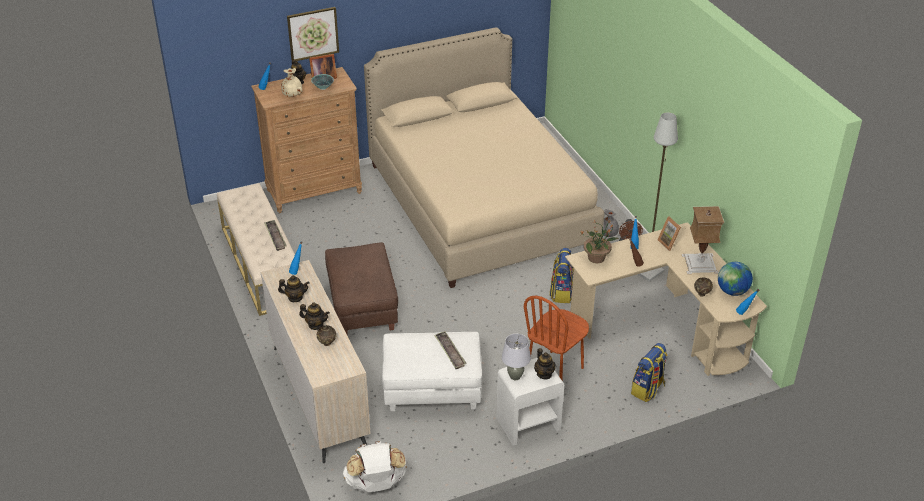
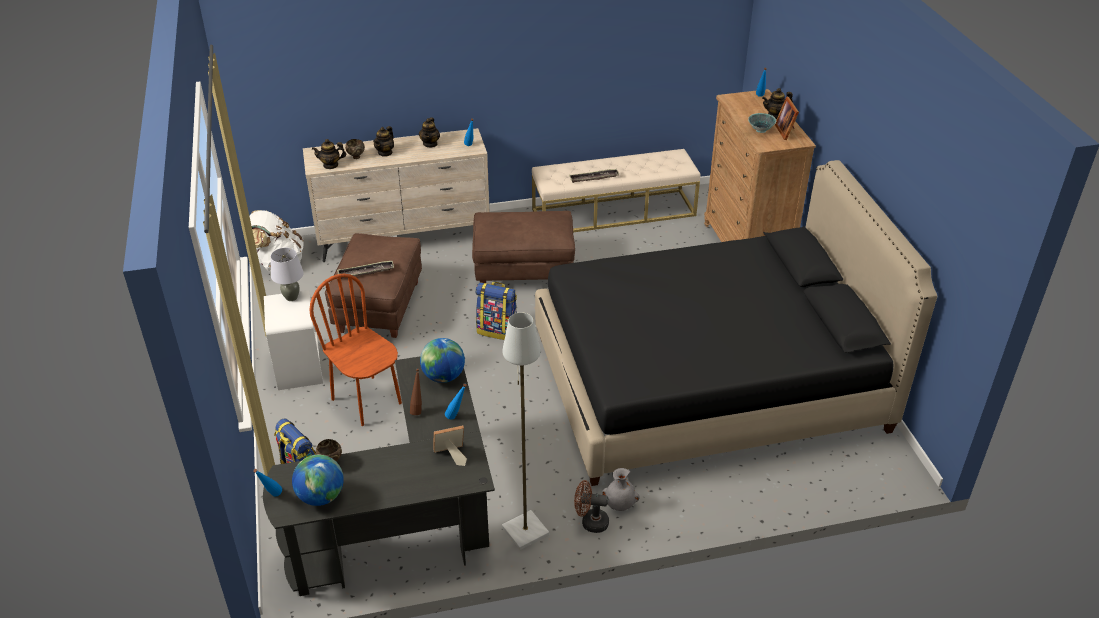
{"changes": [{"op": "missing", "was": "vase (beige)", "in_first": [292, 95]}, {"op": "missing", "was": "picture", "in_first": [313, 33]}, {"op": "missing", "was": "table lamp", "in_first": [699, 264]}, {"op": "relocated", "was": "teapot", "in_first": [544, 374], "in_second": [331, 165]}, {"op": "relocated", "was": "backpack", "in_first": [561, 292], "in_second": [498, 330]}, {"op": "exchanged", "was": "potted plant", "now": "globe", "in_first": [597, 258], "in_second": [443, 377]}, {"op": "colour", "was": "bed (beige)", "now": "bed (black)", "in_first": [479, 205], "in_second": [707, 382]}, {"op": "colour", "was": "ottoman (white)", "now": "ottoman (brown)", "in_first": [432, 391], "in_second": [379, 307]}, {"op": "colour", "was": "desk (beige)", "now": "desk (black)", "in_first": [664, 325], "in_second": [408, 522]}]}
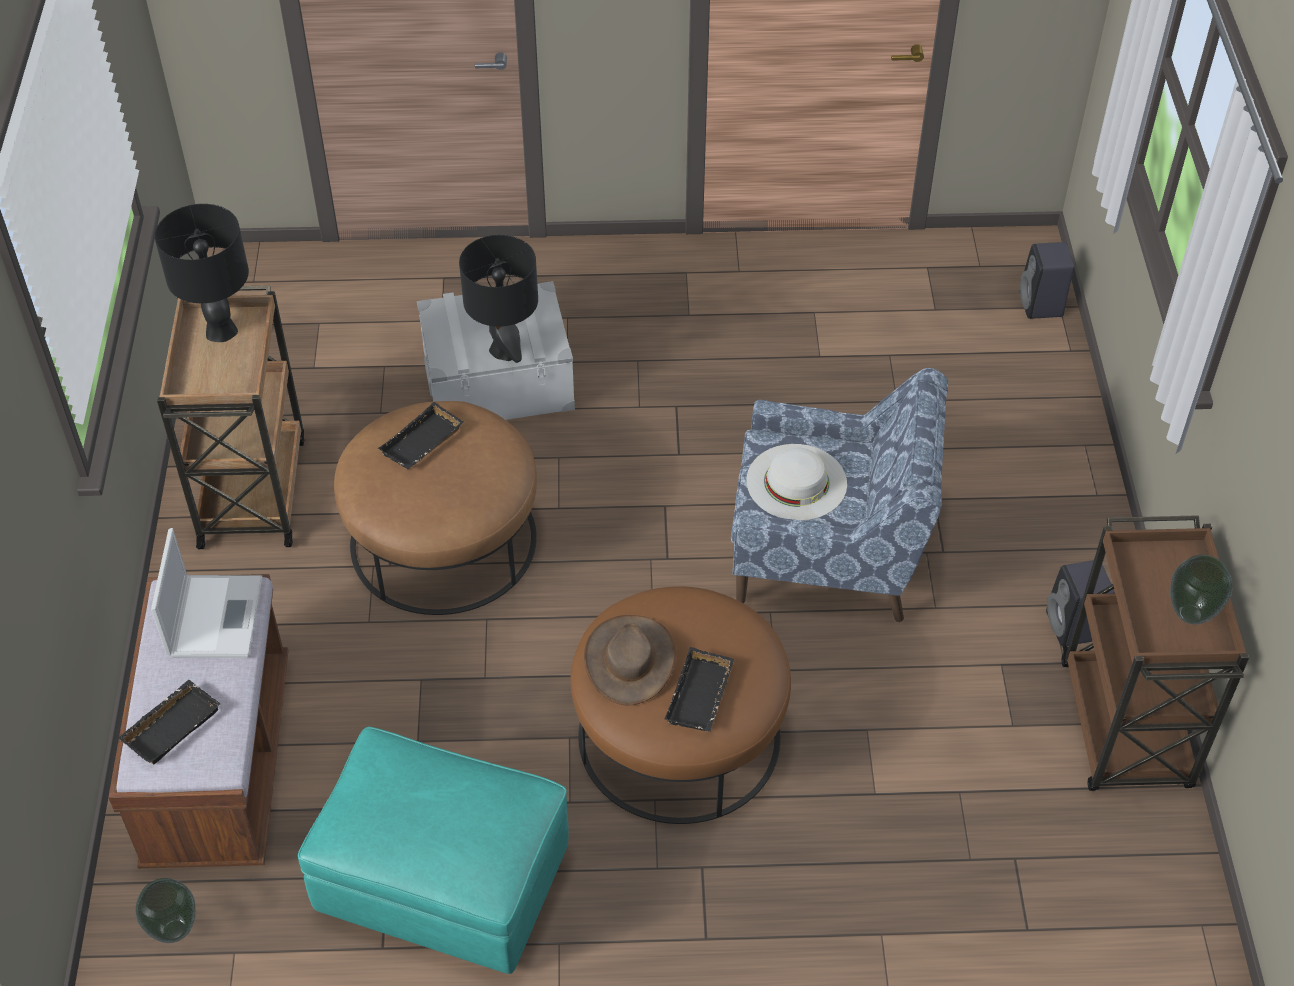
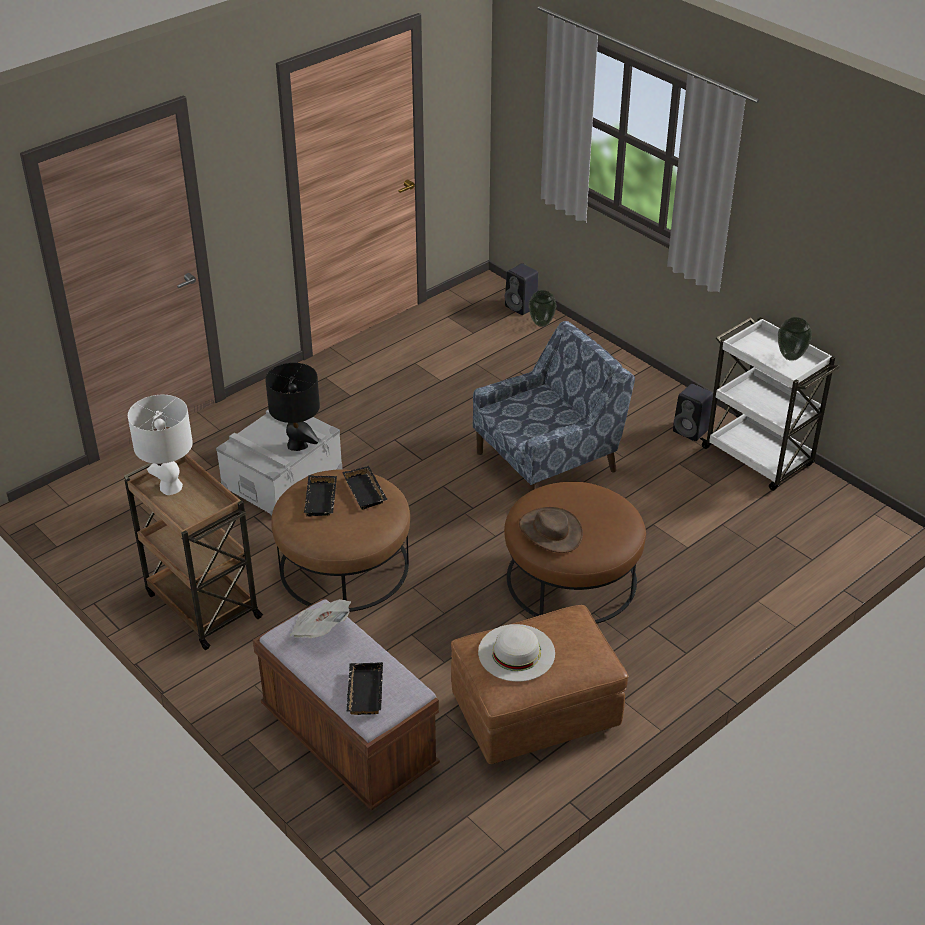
{"changes": [{"op": "relocated", "was": "vase", "in_first": [173, 929], "in_second": [541, 323]}, {"op": "relocated", "was": "tray (black)", "in_first": [701, 697], "in_second": [366, 491]}, {"op": "relocated", "was": "hat (white)", "in_first": [796, 482], "in_second": [516, 652]}, {"op": "exchanged", "was": "laptop", "now": "newspaper", "in_first": [215, 615], "in_second": [321, 630]}, {"op": "colour", "was": "table lamp (black)", "now": "table lamp (white)", "in_first": [221, 330], "in_second": [170, 487]}, {"op": "colour", "was": "ottoman (turquoise)", "now": "ottoman (brown)", "in_first": [443, 883], "in_second": [535, 713]}, {"op": "colour", "was": "cart (brown)", "now": "cart (white)", "in_first": [1125, 728], "in_second": [759, 458]}]}
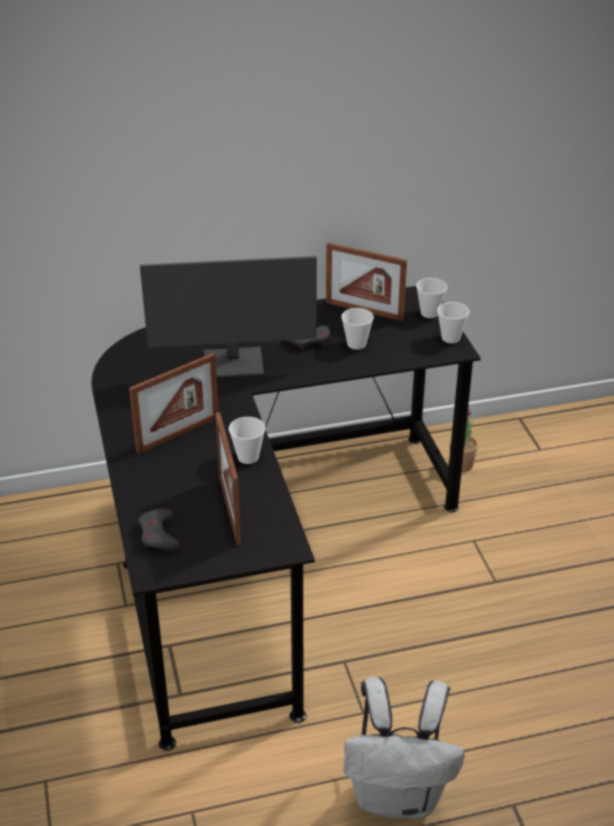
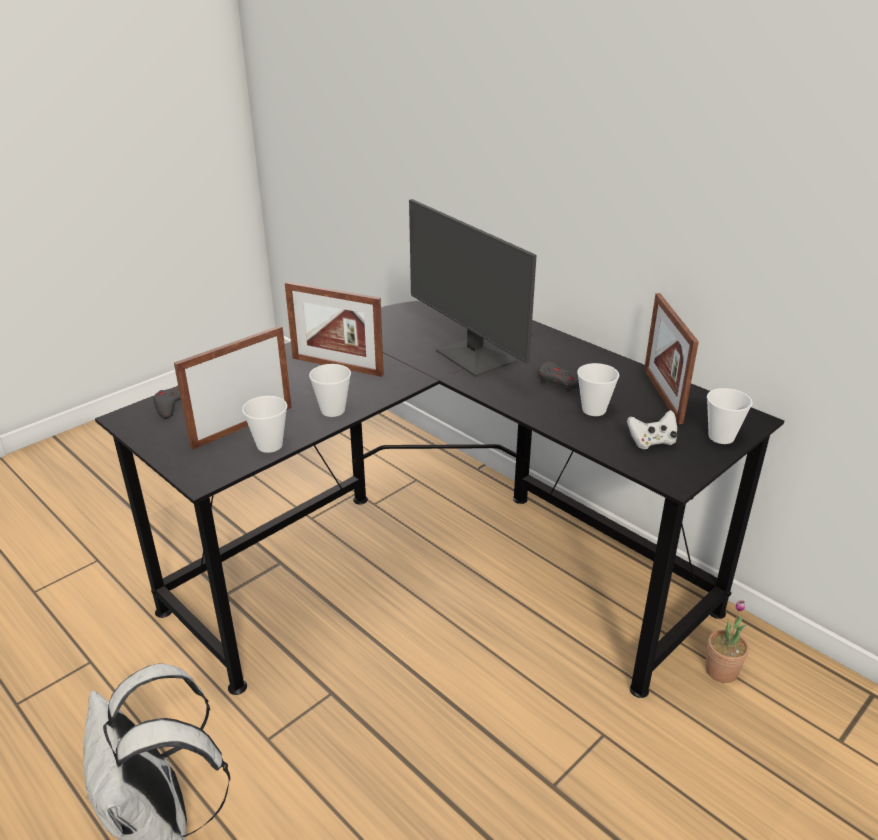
{"changes": [{"op": "appeared", "now": "game controller (white)", "in_second": [651, 442]}, {"op": "relocated", "was": "cup", "in_first": [450, 338], "in_second": [269, 445]}]}
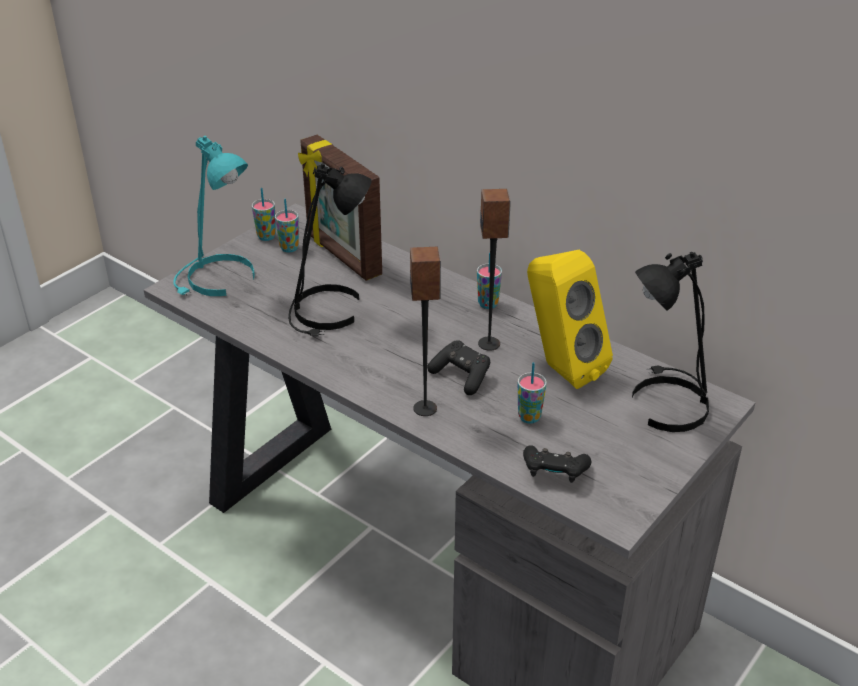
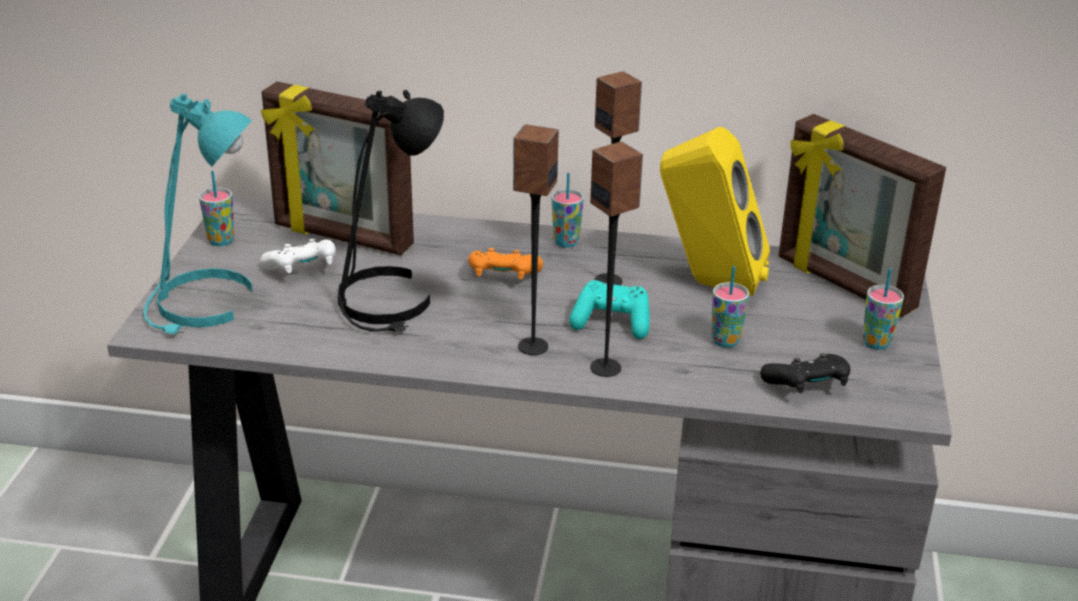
{"changes": [{"op": "appeared", "now": "game controller (white)", "in_second": [303, 270]}, {"op": "appeared", "now": "game controller (orange)", "in_second": [503, 278]}, {"op": "appeared", "now": "speaker", "in_second": [532, 346]}, {"op": "relocated", "was": "cup", "in_first": [289, 248], "in_second": [876, 343]}, {"op": "exchanged", "was": "table lamp (black)", "now": "picture frame", "in_first": [666, 402], "in_second": [844, 284]}, {"op": "colour", "was": "game controller (black)", "now": "game controller (turquoise)", "in_first": [461, 376], "in_second": [611, 322]}]}
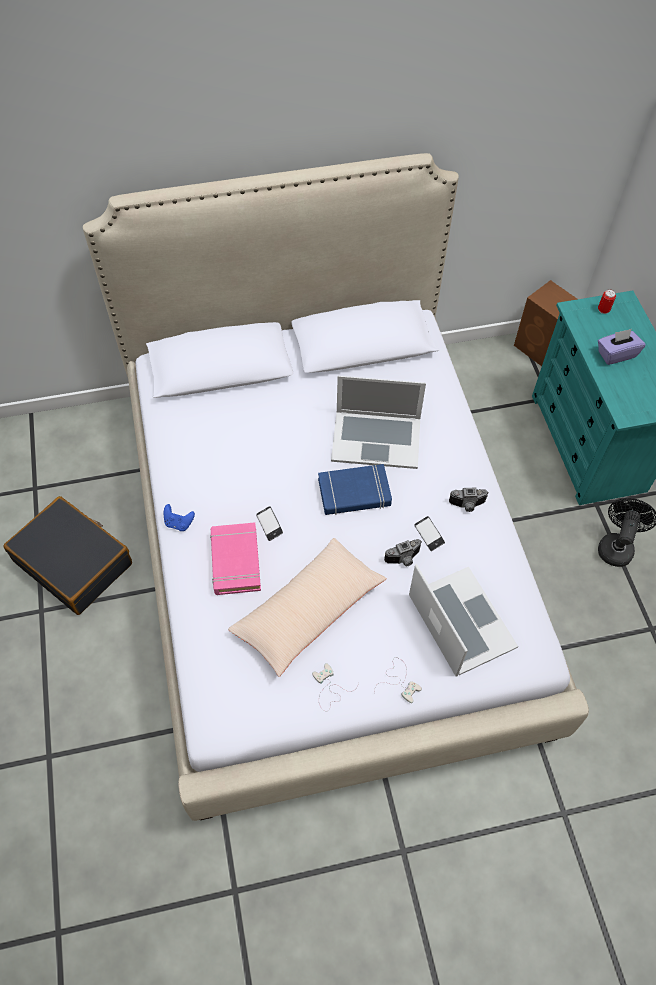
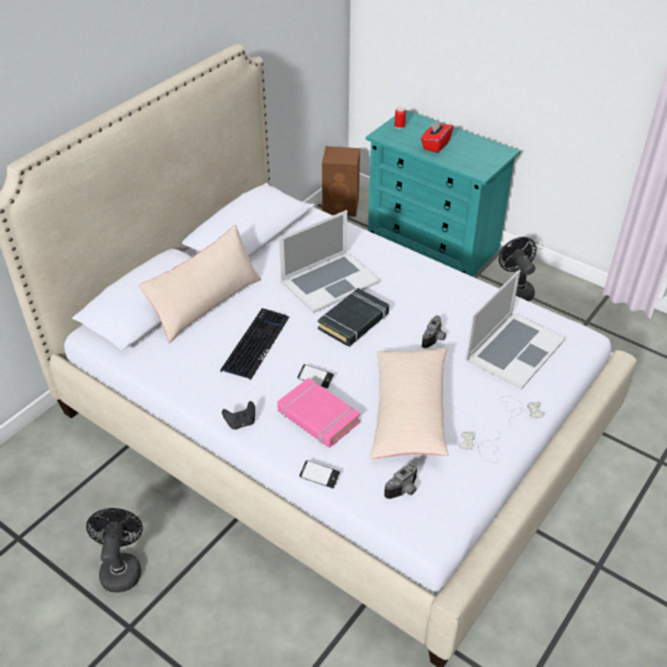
{"changes": [{"op": "appeared", "now": "pillow (beige)", "in_second": [206, 303]}, {"op": "appeared", "now": "keyboard", "in_second": [255, 344]}, {"op": "relocated", "was": "phone", "in_first": [429, 535], "in_second": [319, 476]}, {"op": "relocated", "was": "photo camera", "in_first": [467, 506], "in_second": [405, 490]}, {"op": "exchanged", "was": "suitcase (black)", "now": "fan (black)", "in_first": [74, 562], "in_second": [121, 568]}, {"op": "colour", "was": "game controller (blue)", "now": "game controller (black)", "in_first": [179, 523], "in_second": [241, 423]}, {"op": "colour", "was": "book (blue)", "now": "book (black)", "in_first": [354, 493], "in_second": [354, 321]}, {"op": "colour", "was": "tissue box (purple)", "now": "tissue box (red)", "in_first": [616, 354], "in_second": [435, 145]}, {"op": "spun", "was": "laptop", "in_first": [460, 621], "in_second": [514, 349], "clockwise": 105}]}
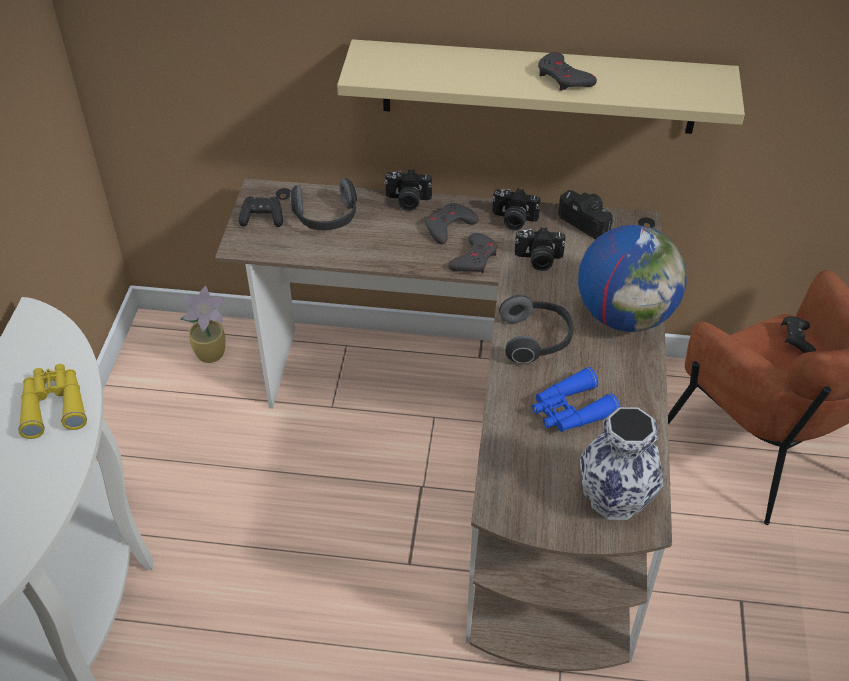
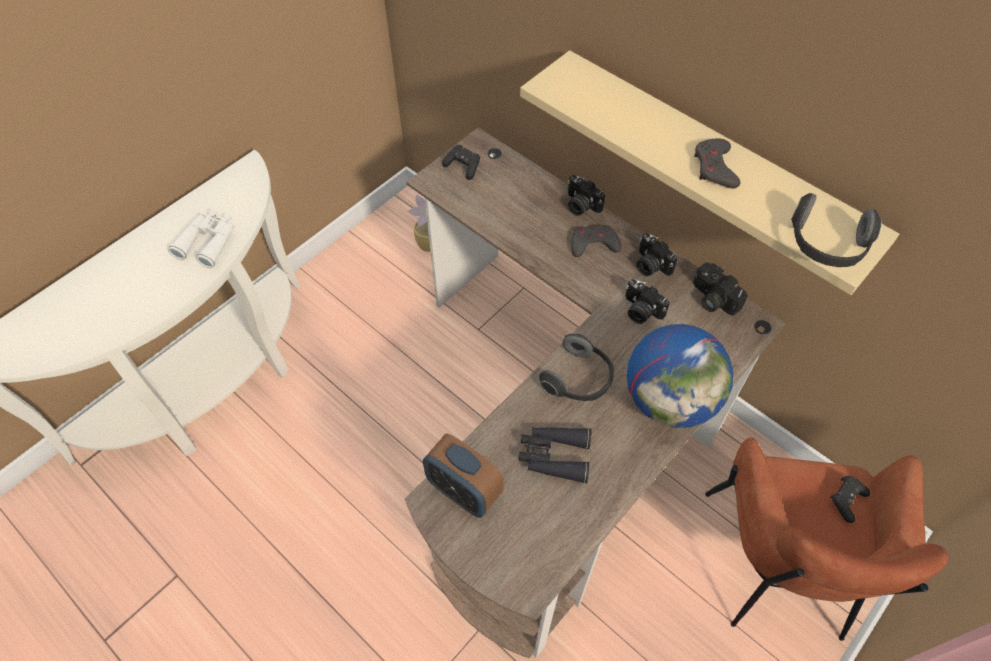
{"changes": [{"op": "missing", "was": "game controller (grey)", "in_first": [474, 259]}, {"op": "missing", "was": "vase", "in_first": [613, 499]}, {"op": "appeared", "now": "alarm clock", "in_second": [464, 490]}, {"op": "relocated", "was": "headphones", "in_first": [326, 219], "in_second": [826, 246]}, {"op": "colour", "was": "binoculars (yellow)", "now": "binoculars (white)", "in_first": [54, 405], "in_second": [208, 242]}, {"op": "colour", "was": "binoculars (blue)", "now": "binoculars (black)", "in_first": [570, 411], "in_second": [553, 456]}, {"op": "spun", "was": "photo camera", "in_first": [588, 221], "in_second": [712, 299], "clockwise": 150}]}
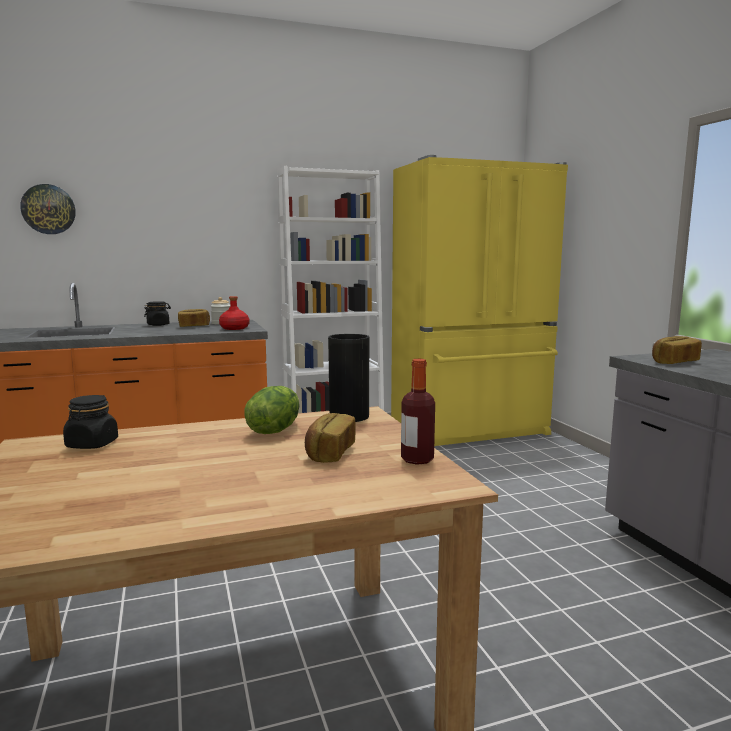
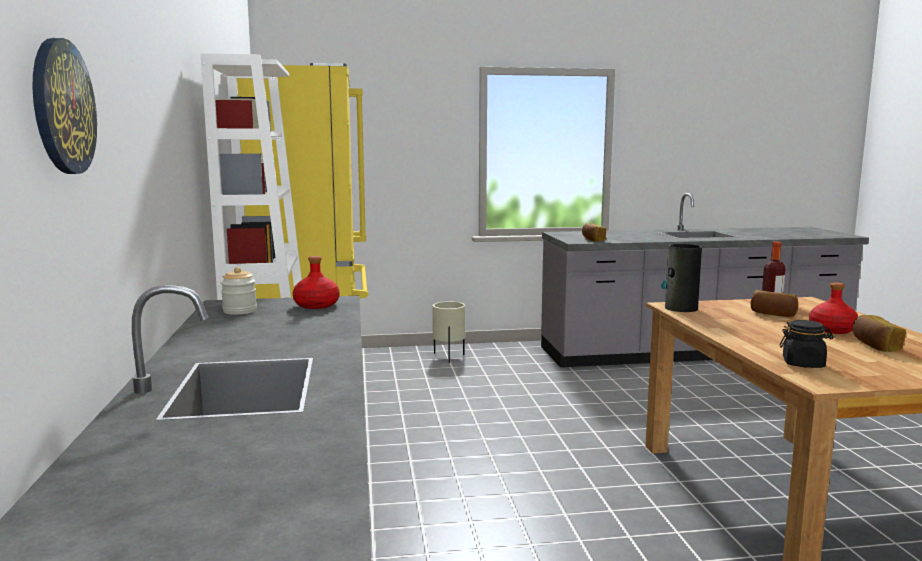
{"changes": [{"op": "missing", "was": "jar (black)", "in_first": [158, 325]}, {"op": "missing", "was": "lettuce", "in_first": [274, 430]}, {"op": "appeared", "now": "planter (beige)", "in_second": [449, 357]}, {"op": "appeared", "now": "bottle (red)", "in_second": [832, 330]}, {"op": "relocated", "was": "bread", "in_first": [194, 326], "in_second": [875, 345]}]}
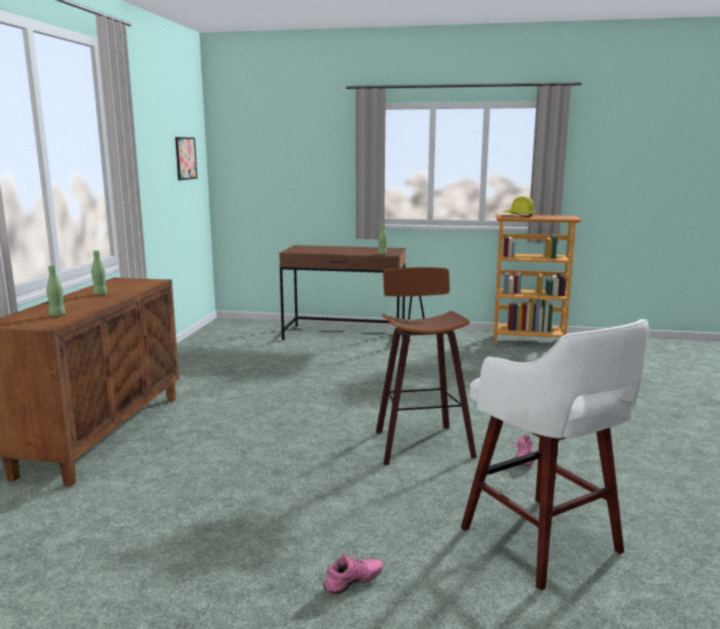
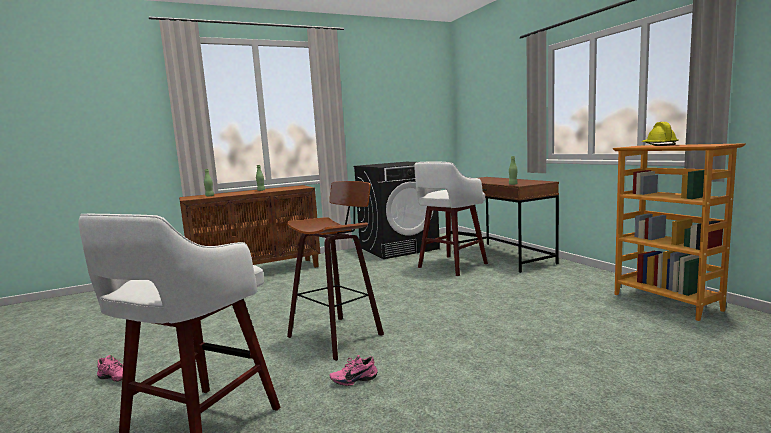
{"changes": [{"op": "missing", "was": "picture", "in_first": [185, 158]}, {"op": "appeared", "now": "washing machine (black)", "in_second": [399, 248]}, {"op": "appeared", "now": "stool (white)", "in_second": [451, 266]}]}
